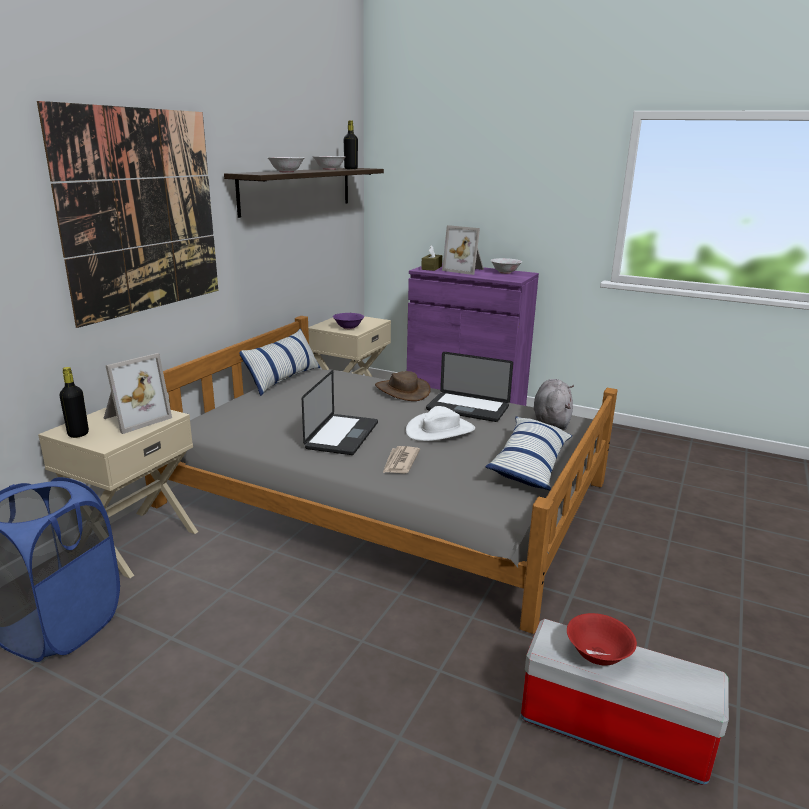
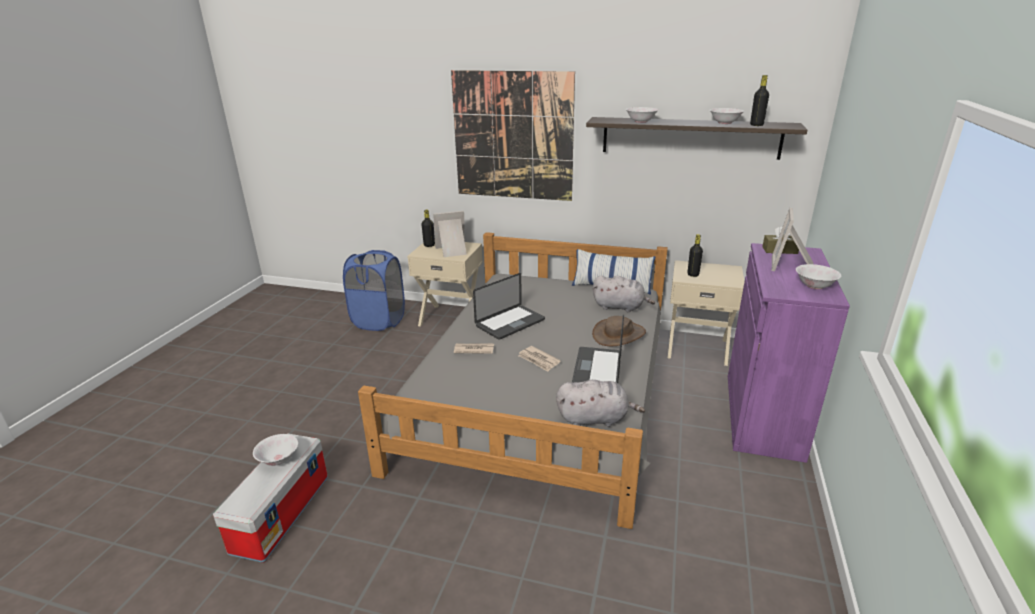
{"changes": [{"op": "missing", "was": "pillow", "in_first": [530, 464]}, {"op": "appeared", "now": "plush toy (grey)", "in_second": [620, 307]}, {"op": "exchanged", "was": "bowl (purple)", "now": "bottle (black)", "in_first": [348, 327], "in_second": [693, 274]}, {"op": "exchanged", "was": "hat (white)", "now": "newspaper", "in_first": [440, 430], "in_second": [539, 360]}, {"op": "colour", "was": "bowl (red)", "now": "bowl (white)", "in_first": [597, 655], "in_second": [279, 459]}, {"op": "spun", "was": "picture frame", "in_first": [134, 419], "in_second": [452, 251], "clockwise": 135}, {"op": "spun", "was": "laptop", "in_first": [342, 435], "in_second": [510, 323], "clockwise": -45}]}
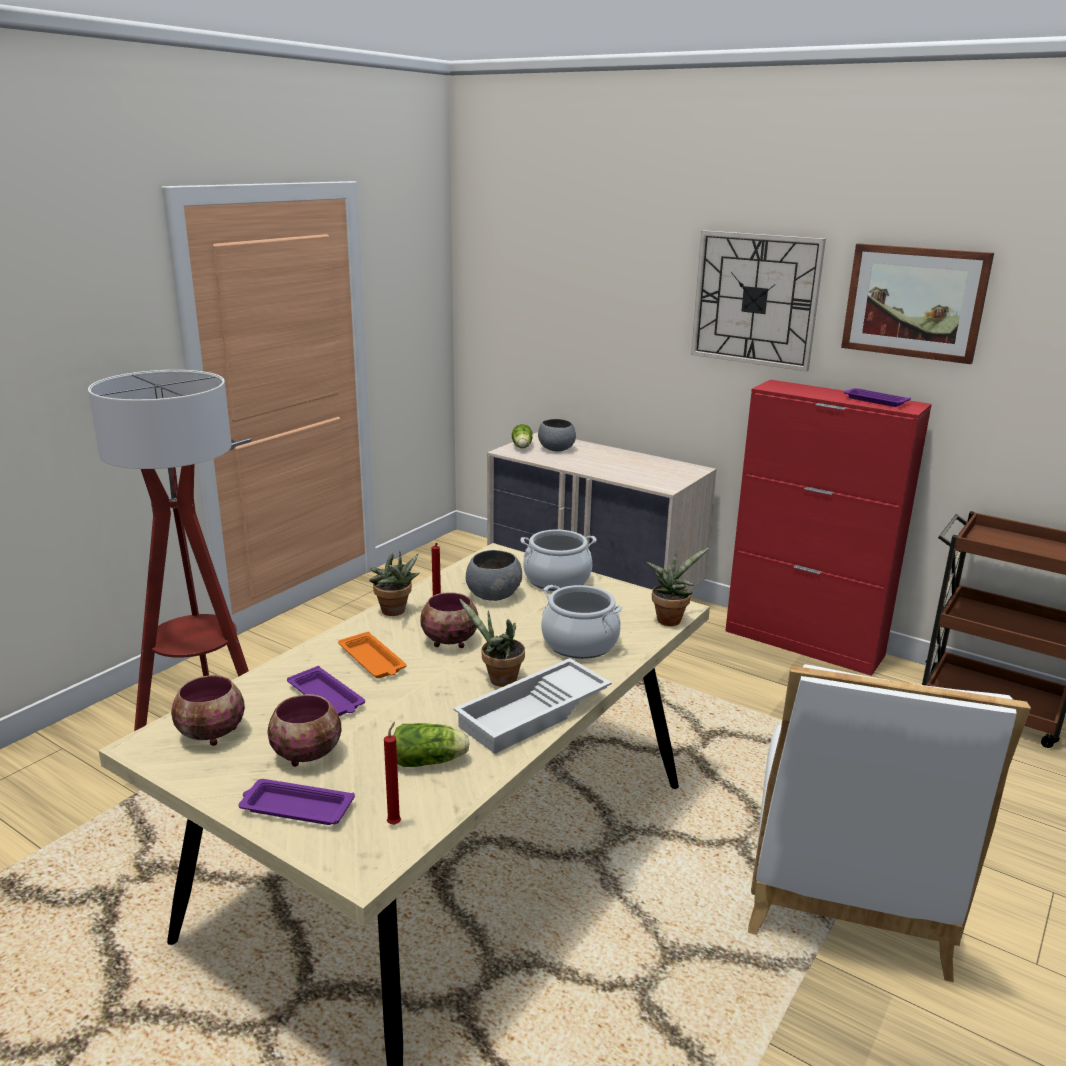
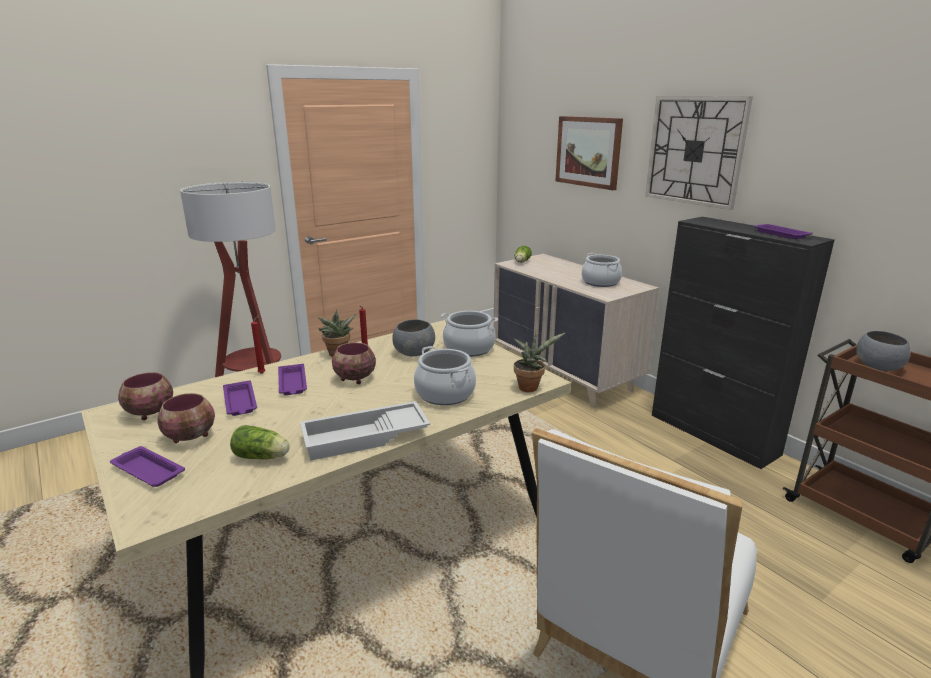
{"changes": [{"op": "missing", "was": "potted plant", "in_first": [498, 680]}, {"op": "appeared", "now": "cooking pot", "in_second": [600, 282]}, {"op": "relocated", "was": "candle (red)", "in_first": [395, 823], "in_second": [263, 373]}, {"op": "relocated", "was": "bowl (grey)", "in_first": [556, 449], "in_second": [878, 367]}, {"op": "relocated", "was": "picture", "in_first": [914, 302], "in_second": [588, 152]}, {"op": "colour", "was": "tray (orange)", "now": "tray (purple)", "in_first": [373, 661], "in_second": [292, 383]}, {"op": "colour", "was": "cabinet (red)", "now": "cabinet (black)", "in_first": [804, 643], "in_second": [713, 434]}]}
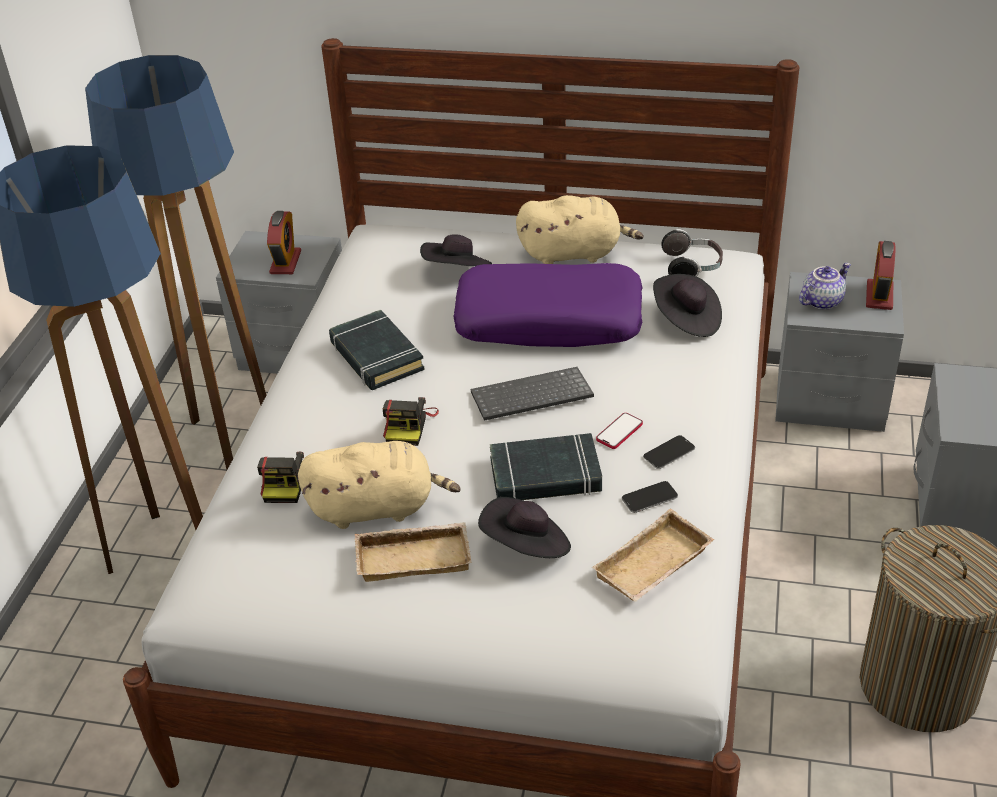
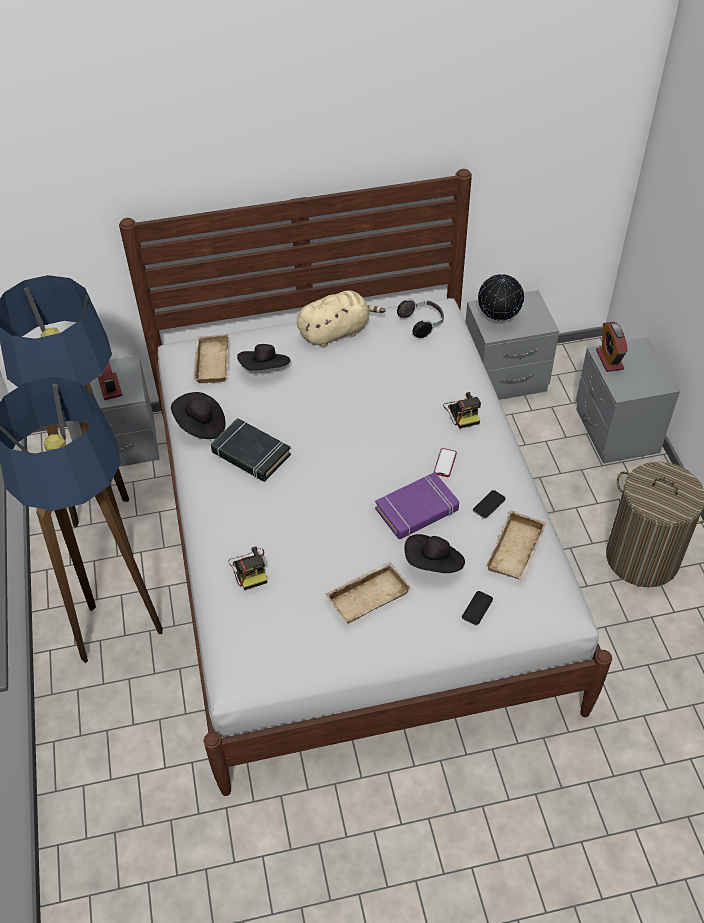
{"changes": [{"op": "missing", "was": "plush toy (beige)", "in_first": [377, 507]}, {"op": "missing", "was": "pillow (purple)", "in_first": [549, 320]}, {"op": "missing", "was": "keyboard", "in_first": [531, 398]}, {"op": "appeared", "now": "tray (beige)", "in_second": [210, 362]}, {"op": "relocated", "was": "photo camera", "in_first": [409, 425], "in_second": [463, 412]}, {"op": "relocated", "was": "phone", "in_first": [669, 453], "in_second": [477, 608]}, {"op": "relocated", "was": "hat (black)", "in_first": [686, 320], "in_second": [200, 425]}, {"op": "relocated", "was": "alarm clock", "in_first": [879, 296], "in_second": [609, 359]}, {"op": "exchanged", "was": "teapot", "now": "globe", "in_first": [821, 301], "in_second": [498, 319]}, {"op": "colour", "was": "book (black)", "now": "book (purple)", "in_first": [545, 476], "in_second": [417, 510]}]}
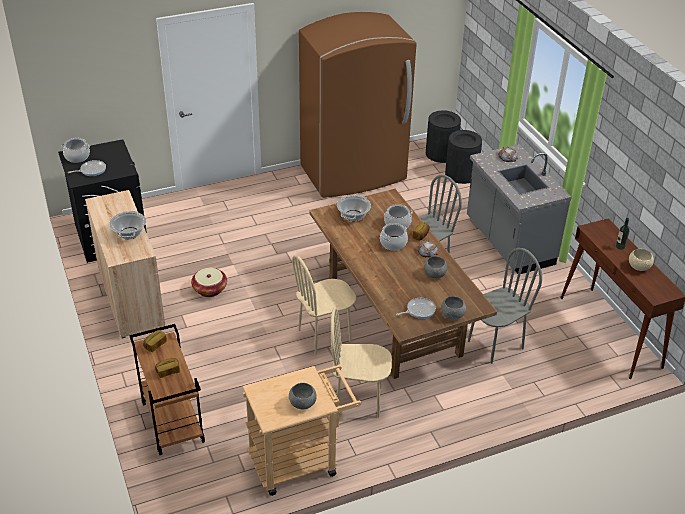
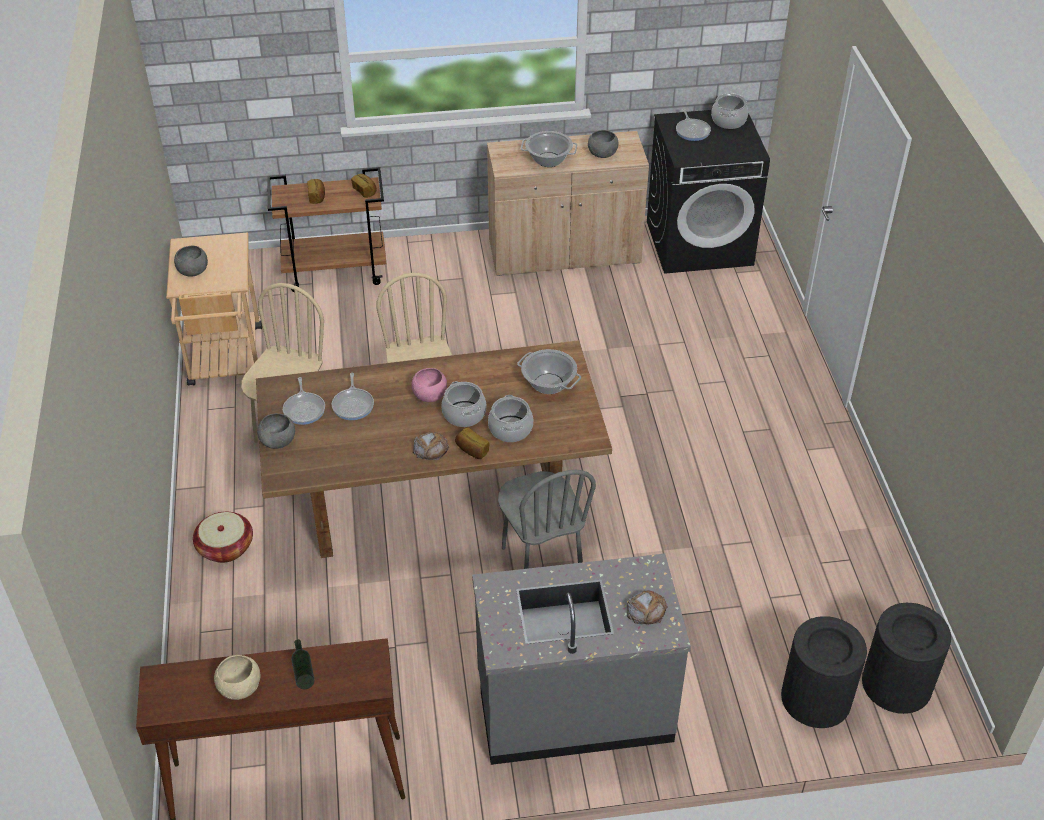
{"changes": [{"op": "missing", "was": "fridge (brown)", "in_first": [354, 174]}, {"op": "missing", "was": "chair (grey)", "in_first": [495, 344]}, {"op": "appeared", "now": "frying pan", "in_second": [353, 405]}, {"op": "appeared", "now": "bowl (pink)", "in_second": [430, 395]}, {"op": "relocated", "was": "basket", "in_first": [210, 289], "in_second": [225, 547]}, {"op": "relocated", "was": "bowl (grey)", "in_first": [434, 274], "in_second": [602, 154]}]}
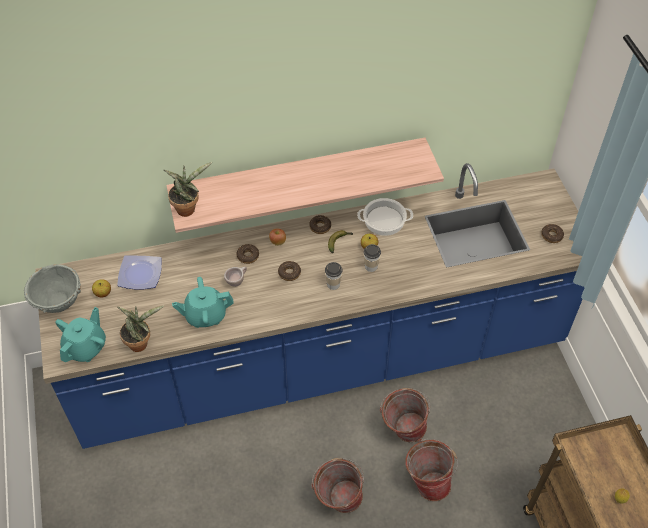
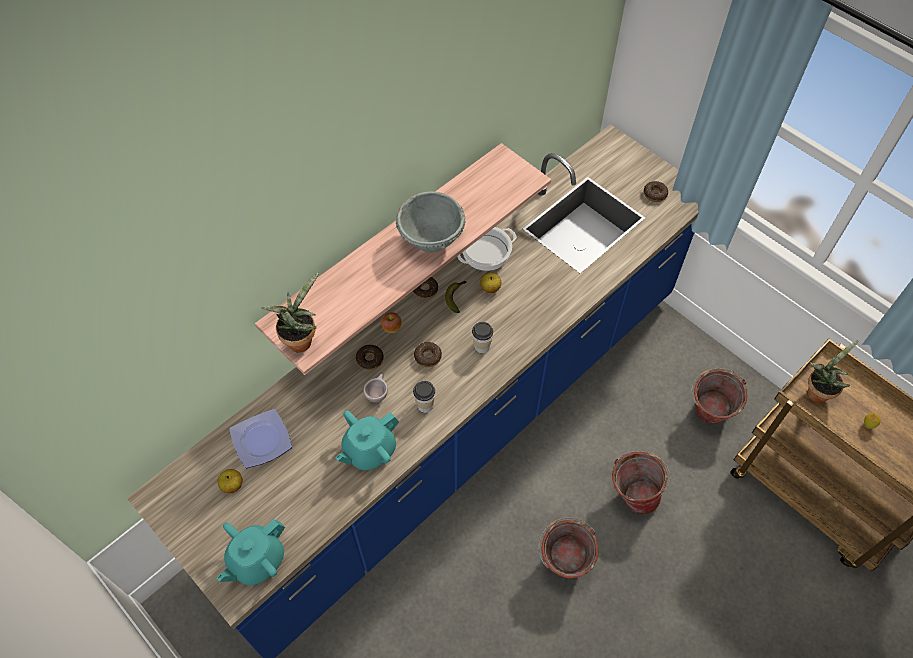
{"changes": [{"op": "relocated", "was": "bowl (grey)", "in_first": [59, 303], "in_second": [431, 241]}, {"op": "relocated", "was": "potted plant", "in_first": [140, 342], "in_second": [817, 391]}, {"op": "relocated", "was": "cup", "in_first": [371, 266], "in_second": [425, 405]}, {"op": "relocated", "was": "bucket", "in_first": [402, 431], "in_second": [706, 415]}, {"op": "spun", "was": "teapot (turquoise)", "in_first": [86, 347], "in_second": [256, 560], "clockwise": -135}]}
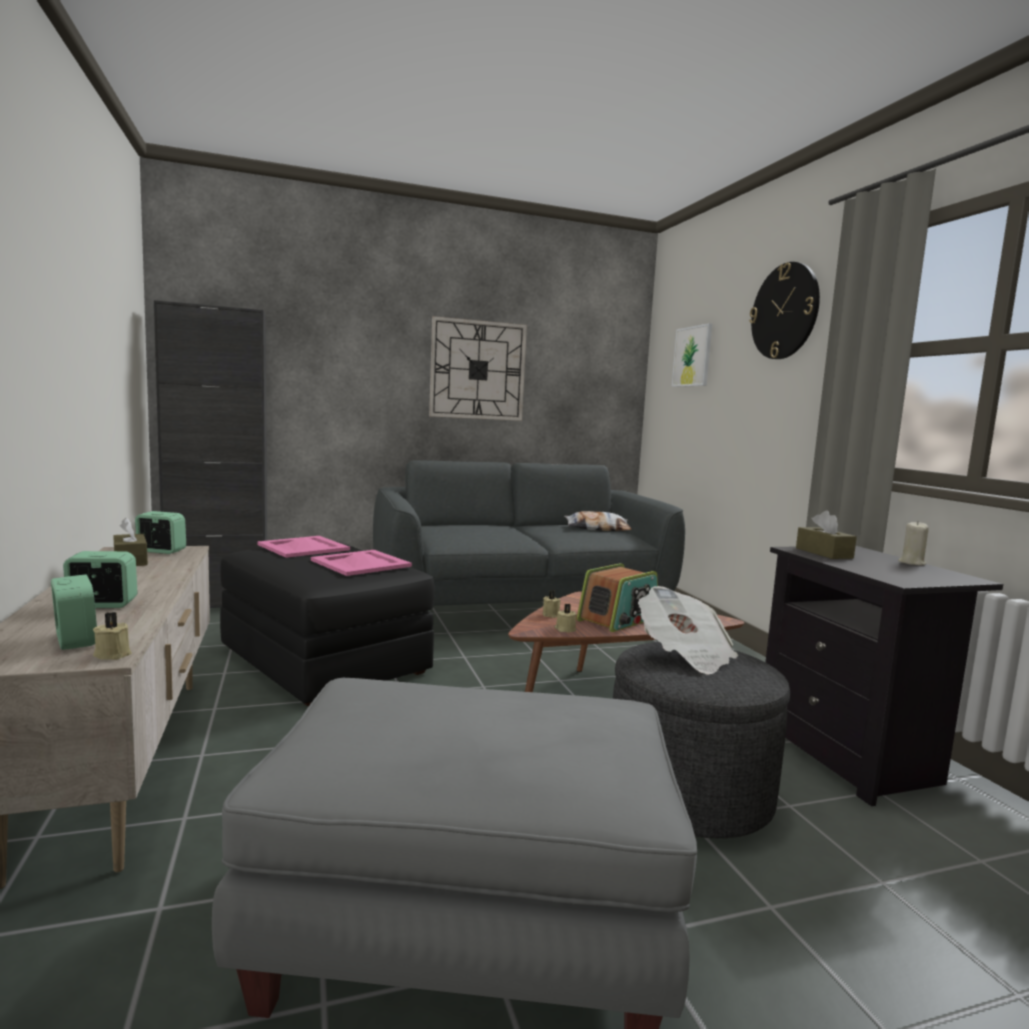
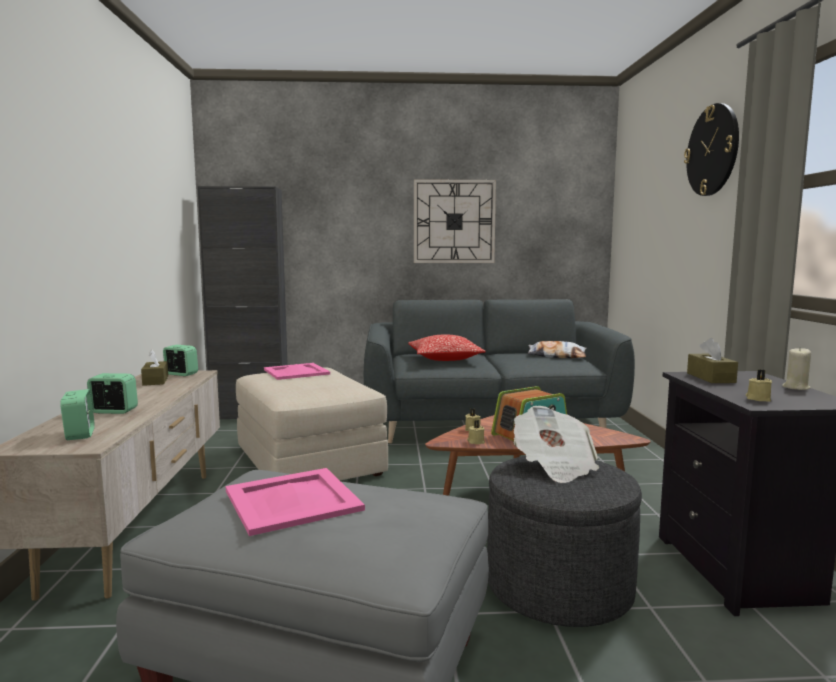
{"changes": [{"op": "missing", "was": "picture", "in_first": [692, 356]}, {"op": "appeared", "now": "pillow", "in_second": [445, 359]}, {"op": "relocated", "was": "candle (beige)", "in_first": [113, 654], "in_second": [758, 399]}, {"op": "relocated", "was": "tray (pink)", "in_first": [361, 563], "in_second": [293, 499]}, {"op": "colour", "was": "ottoman (black)", "now": "ottoman (beige)", "in_first": [325, 660], "in_second": [309, 461]}]}
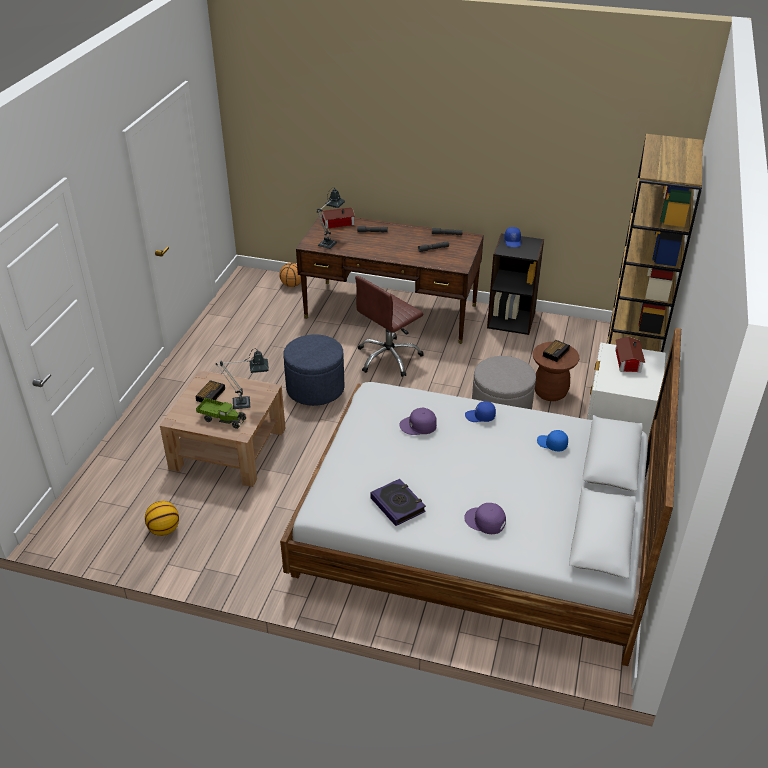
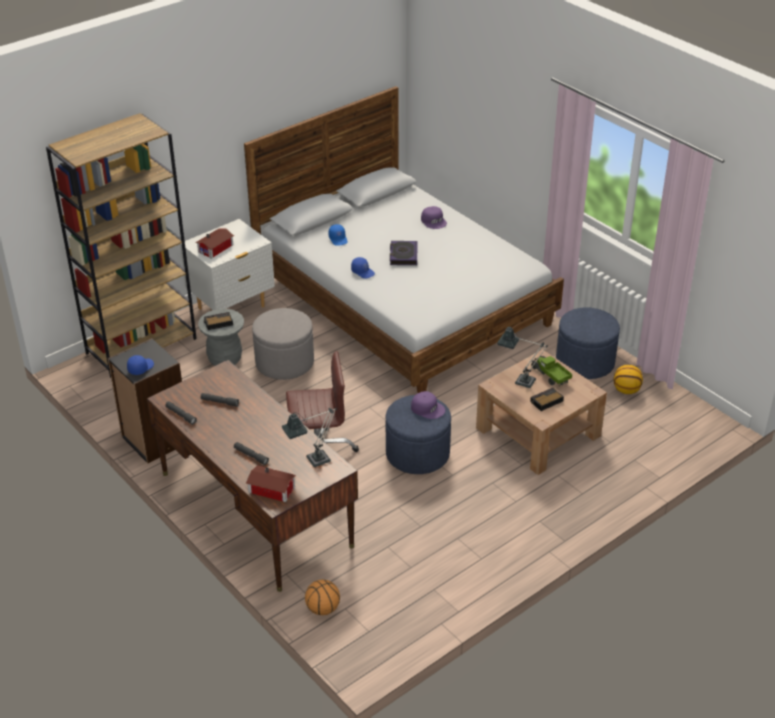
{"changes": [{"op": "appeared", "now": "ottoman (blue)", "in_second": [585, 362]}, {"op": "relocated", "was": "book", "in_first": [398, 505], "in_second": [403, 255]}, {"op": "relocated", "was": "cap (purple)", "in_first": [418, 426], "in_second": [428, 408]}, {"op": "colour", "was": "stool (brown)", "now": "stool (grey)", "in_first": [550, 392], "in_second": [225, 359]}]}
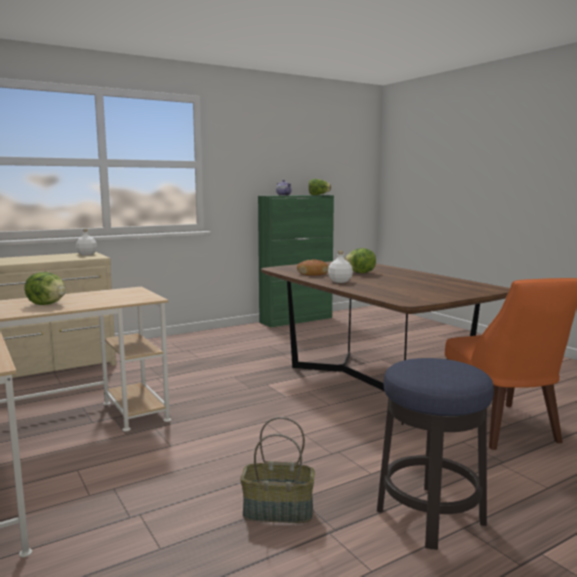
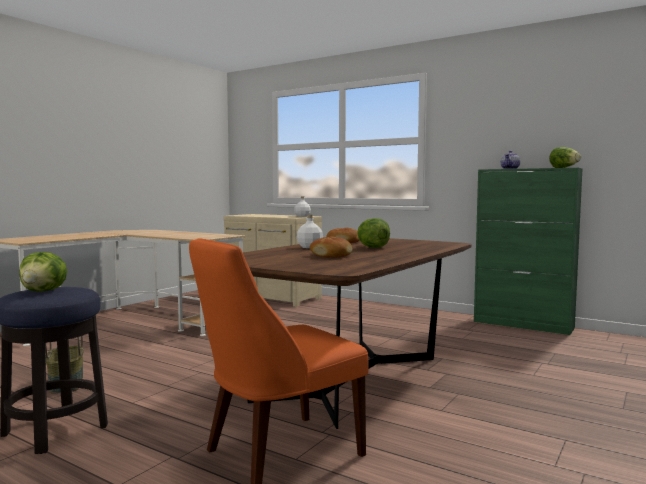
{"changes": [{"op": "appeared", "now": "bread", "in_second": [331, 255]}, {"op": "relocated", "was": "lettuce", "in_first": [47, 304], "in_second": [44, 291]}]}
